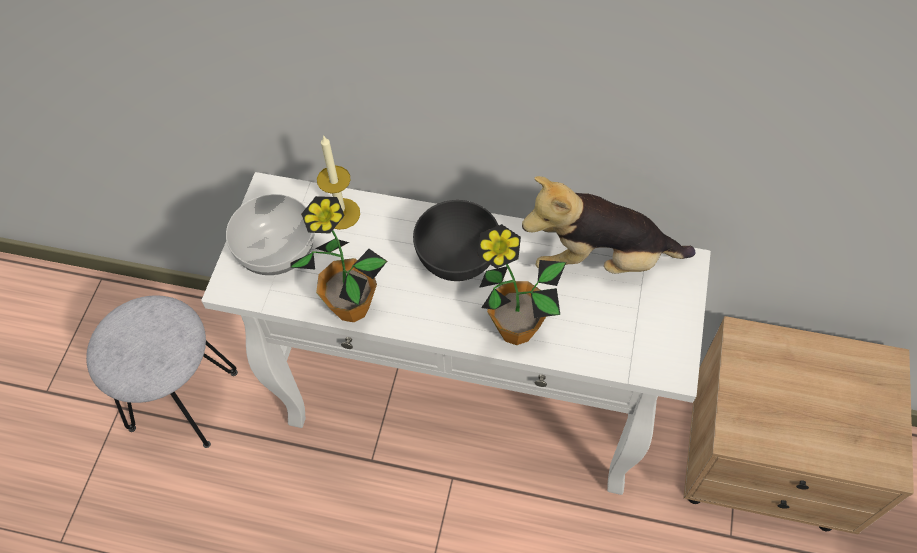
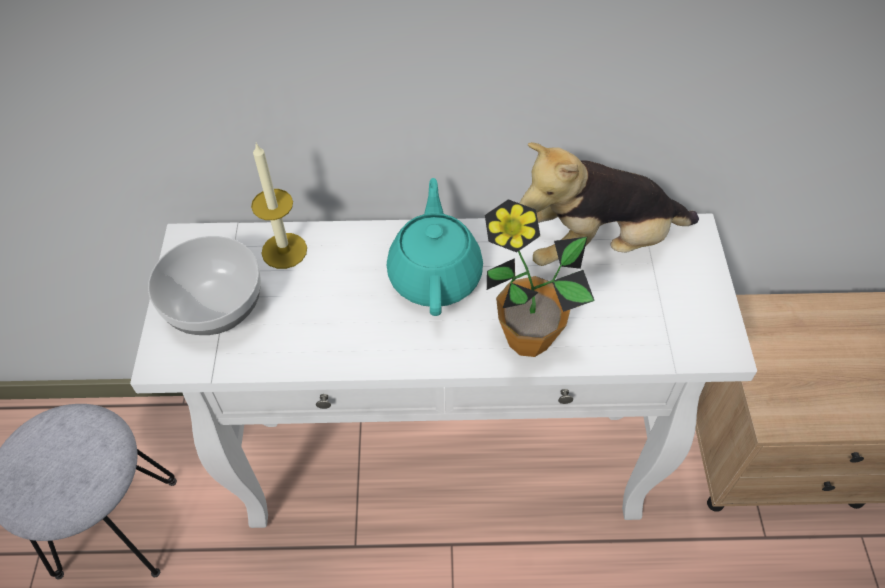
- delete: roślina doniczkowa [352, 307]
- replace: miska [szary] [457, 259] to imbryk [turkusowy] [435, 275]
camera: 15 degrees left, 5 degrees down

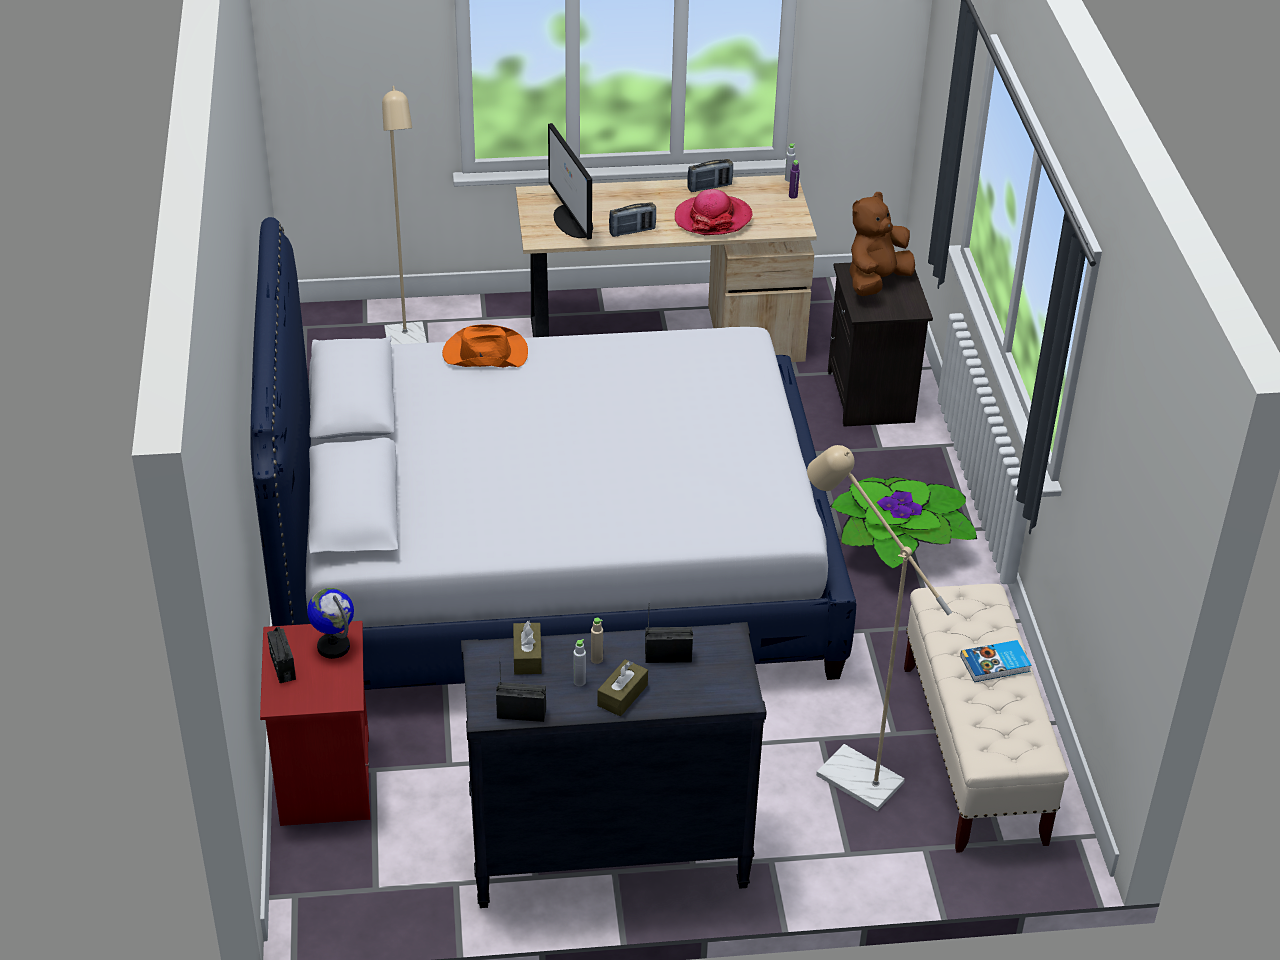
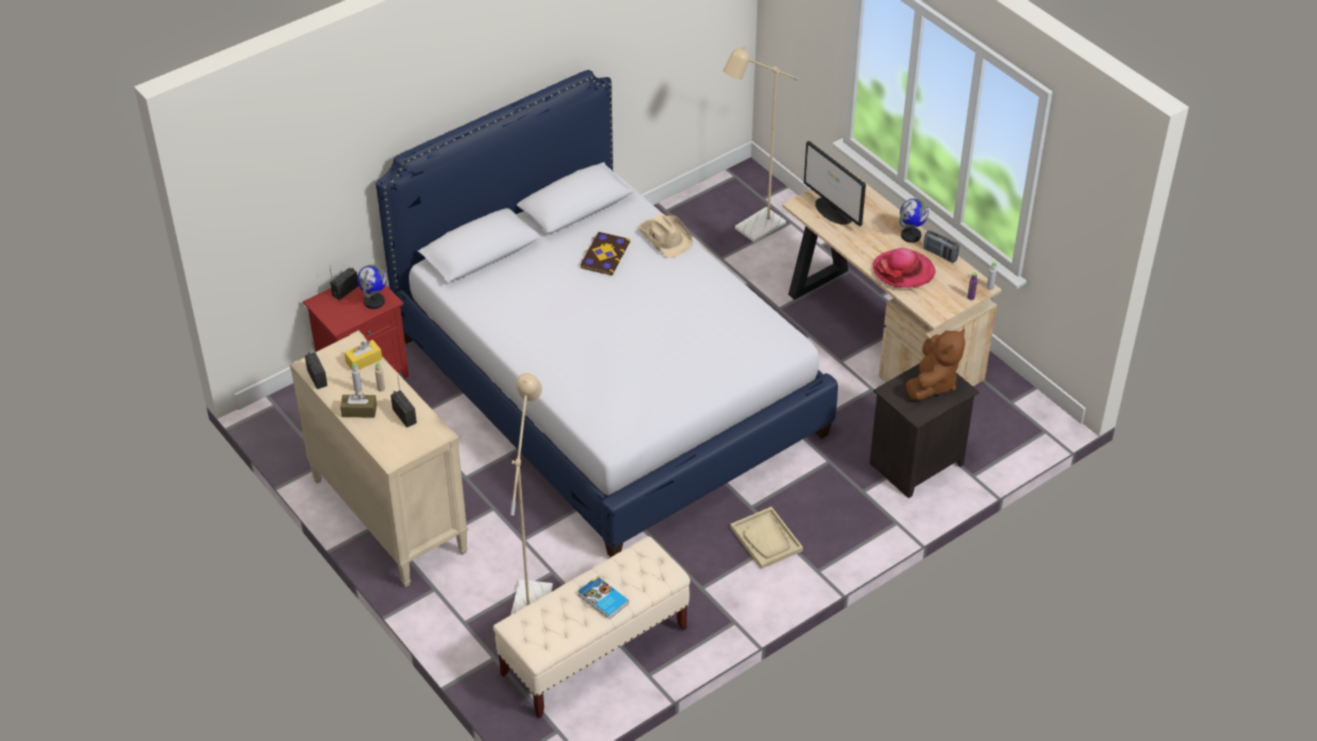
- rotate: monitor [573, 222] = [834, 211] 75 degrees counterclockwise
- rotate: pluszak [brązowy] [876, 281] = [932, 383] 105 degrees clockwise
- delete: radio [632, 231]
- recolor: kapelusz [pomarańczowy] [484, 353] to kapelusz [beżowy] [665, 237]
- replace: roślina doniczkowa [897, 546] to taca [beżowy] [766, 539]
- recolor: pudełko chusteczek [brązowy] [527, 656] to pudełko chusteczek [żółty] [364, 360]
- recolor: komoda [czarny] [607, 856] to komoda [beżowy] [388, 516]
- insert: globus [911, 236]
- insert: książka [604, 255]
camera: 60 degrees right, 5 degrees up

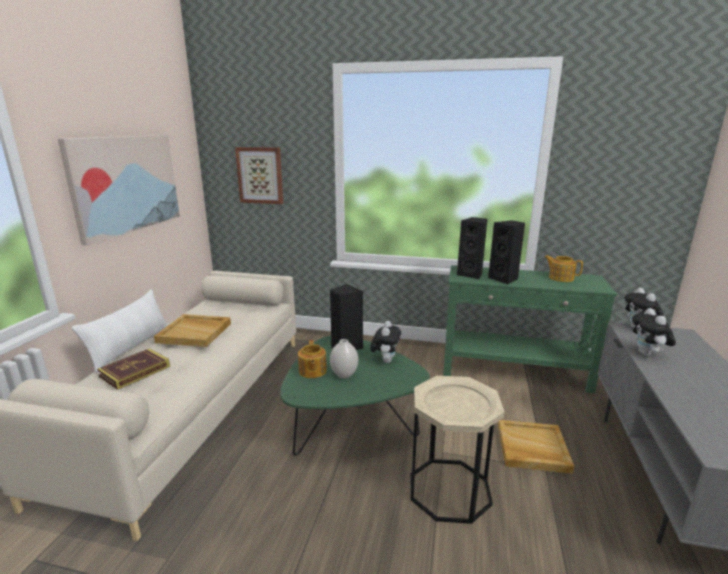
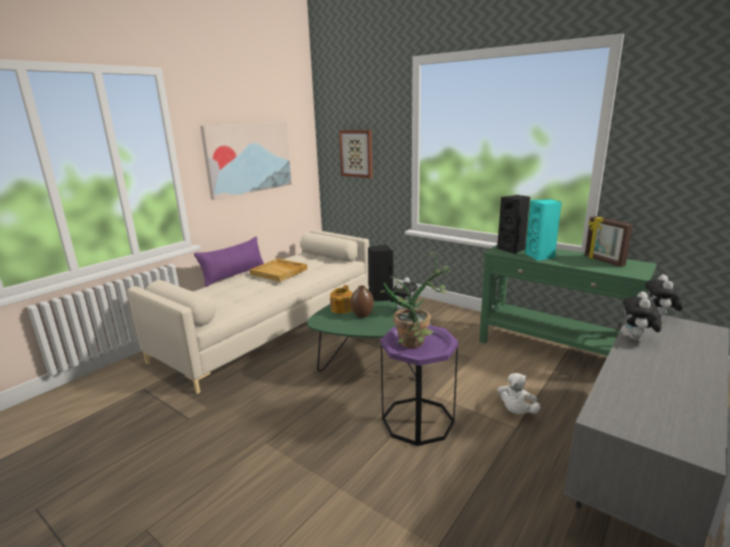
- recolor: głośnik [czarny] [504, 279] to głośnik [turkusowy] [540, 256]
- replace: imbryk [560, 278] to ramka na zdjęcie [603, 261]
- recolor: poduszka [biały] [130, 347] to poduszka [fioletowy] [234, 275]
- recolor: wazon [biały] [344, 375] to wazon [brązowy] [362, 315]
- delete: książka [135, 371]
- recolor: stolik [beżowy] [449, 489] to stolik [fioletowy] [417, 420]
- replace: taca [beżowy] [532, 448] to pluszak [biały] [516, 411]
- insert: roślina doniczkowa [418, 344]
camera: 25 degrees right, 0 degrees up

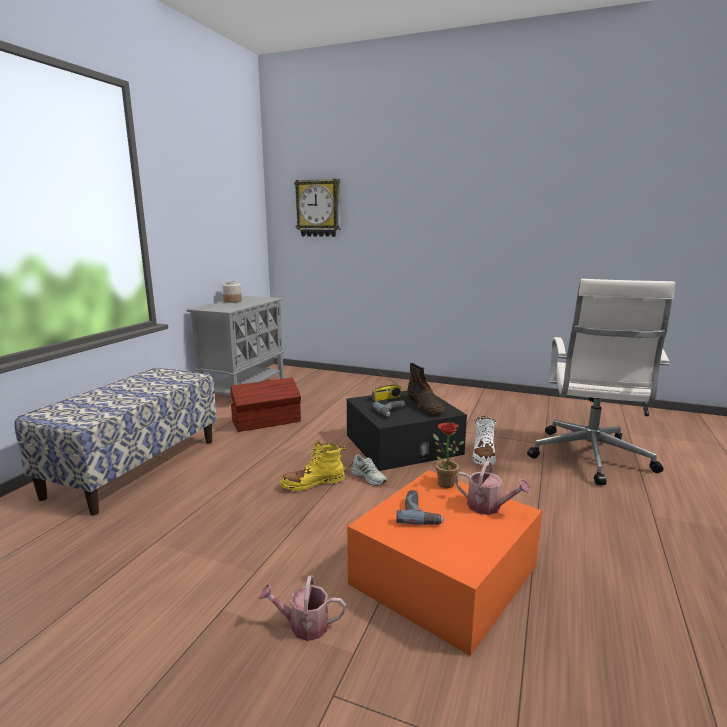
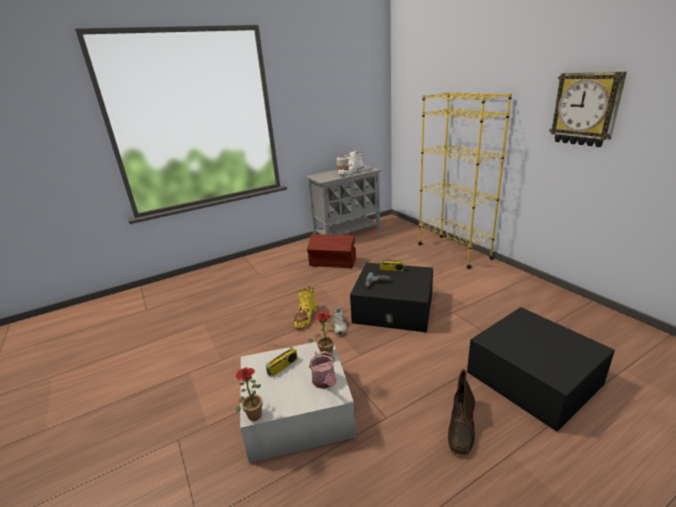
- move: zegar ścienny [319, 208] to [585, 109]
- replace: krzesło biurowe [biały] [589, 458] to pojemnik do przechowywania [czarny] [533, 378]
- move: but z cholewką [brązowy] [425, 406] to [461, 427]
- delete: ławka [135, 467]
- move: but z cholewką [biały] [483, 456] to [351, 172]
- rotate: but z cholewką [żółty] [313, 483] = [305, 317] 90 degrees counterclockwise
- recolor: pojemnik do przechowywania [pomarańczowy] [444, 575] to pojemnik do przechowywania [biały] [297, 411]
- replace: wiertarka [420, 513] to radio [283, 367]
- delete: konewka [303, 625]
- insert: regał [żółty] [453, 251]
- insert: roślina doniczkowa [253, 413]
camera: 40 degrees right, 10 degrees up

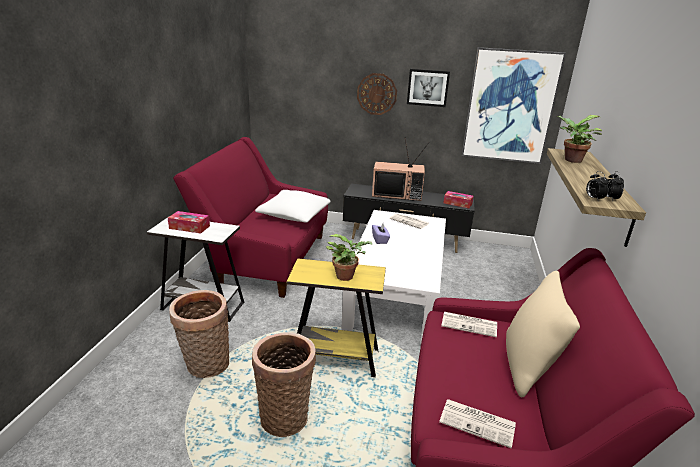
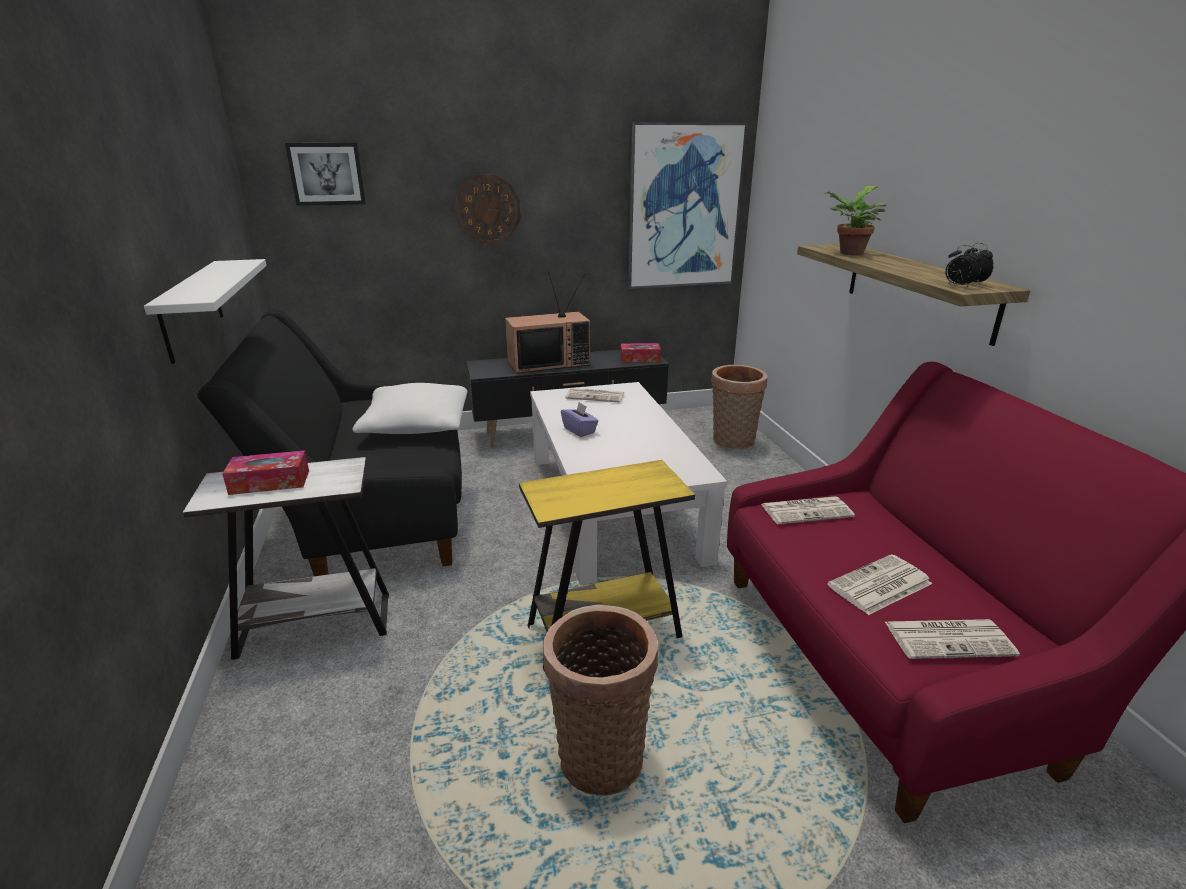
- move: obraz [428, 87] to [327, 174]
- recolor: kanapa [czerwony] [266, 258] to kanapa [czarny] [373, 512]
- delete: roślina doniczkowa [347, 276]
- delete: poduszka [beżowy] [528, 367]
- move: koszyk [205, 365] to [732, 442]
- insert: półka [biały] [191, 309]
- insert: gazeta [879, 585]
camera: 25 degrees left, 0 degrees up

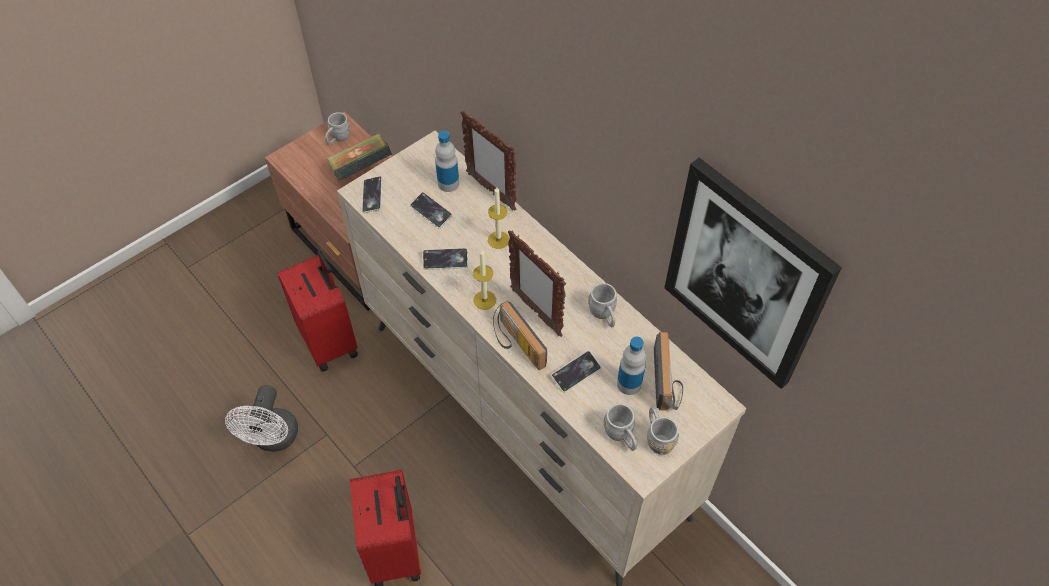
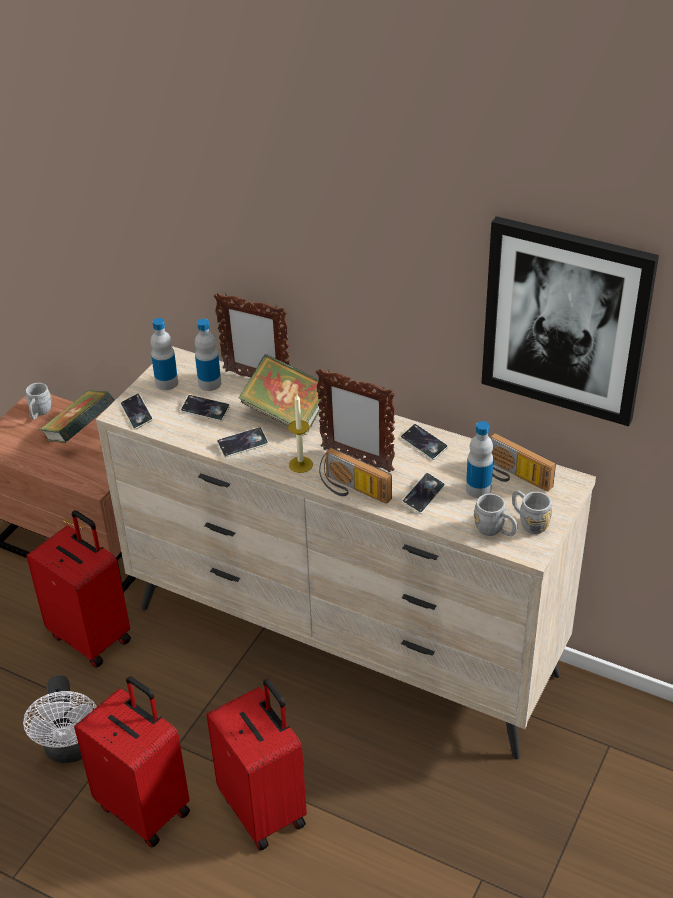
- replace: świeca [498, 240] to książka [286, 414]
- replace: kubek [szary] [604, 315] to telefon [424, 444]
- rotate: radio [668, 381] = [513, 477] 150 degrees clockwise
- insert: butelka [166, 383]
- insert: walizka [czerwony] [145, 807]
camera: 20 degrees left, 15 degrees down

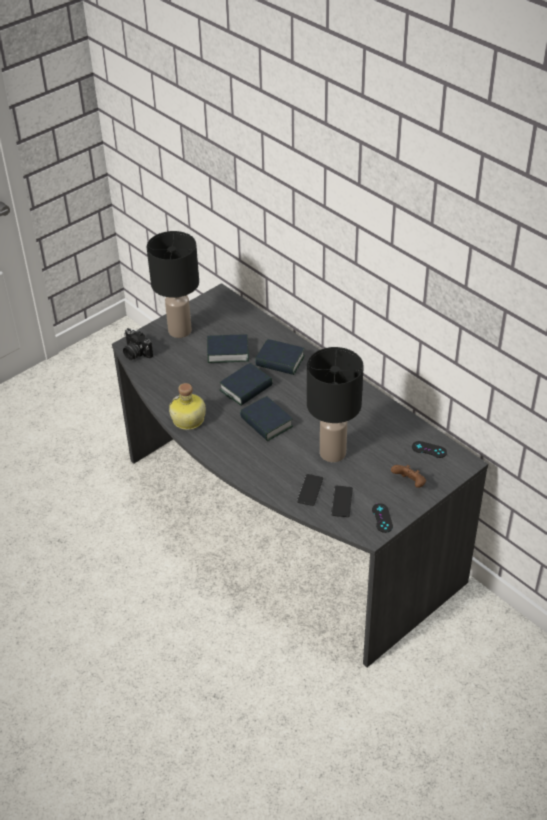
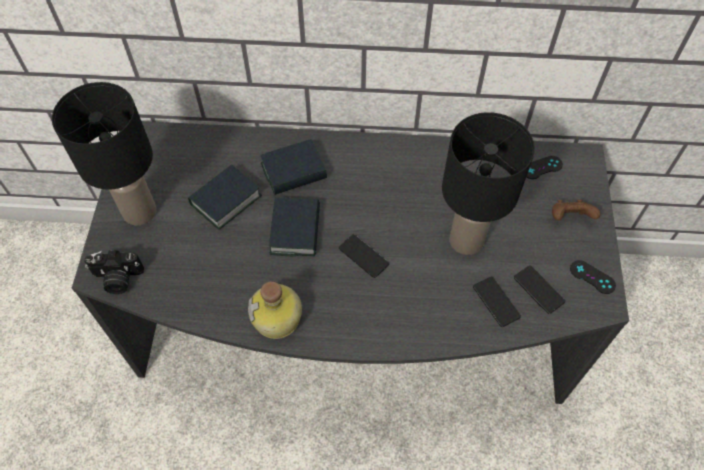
- replace: książka [266, 423] to telefon [363, 256]
camera: 45 degrees left, 15 degrees up

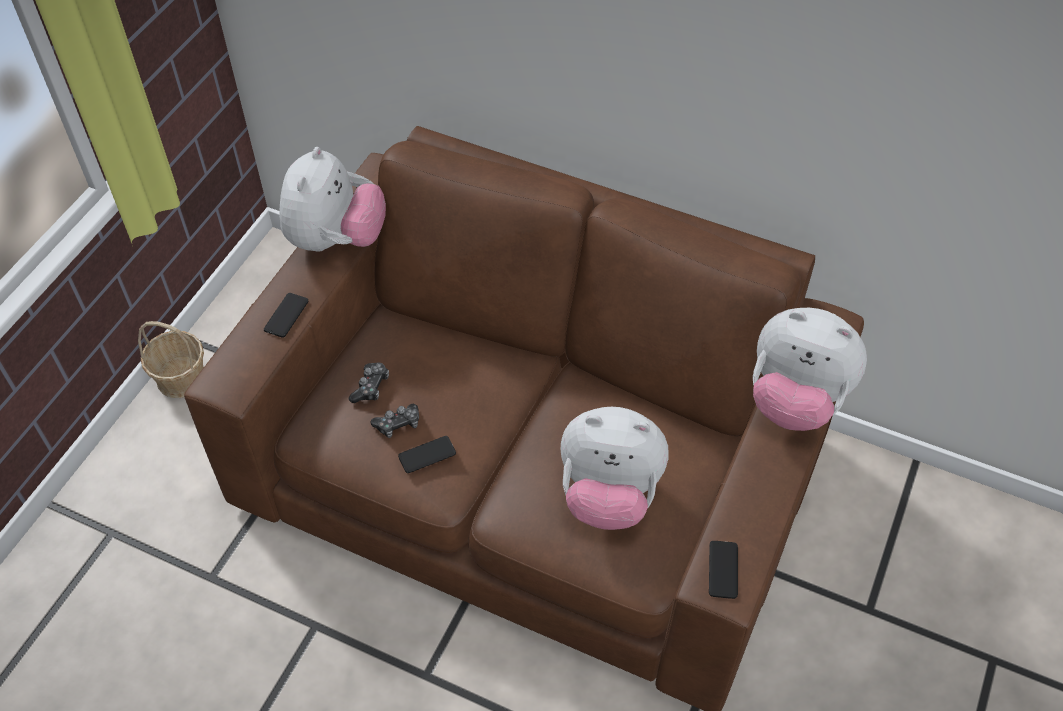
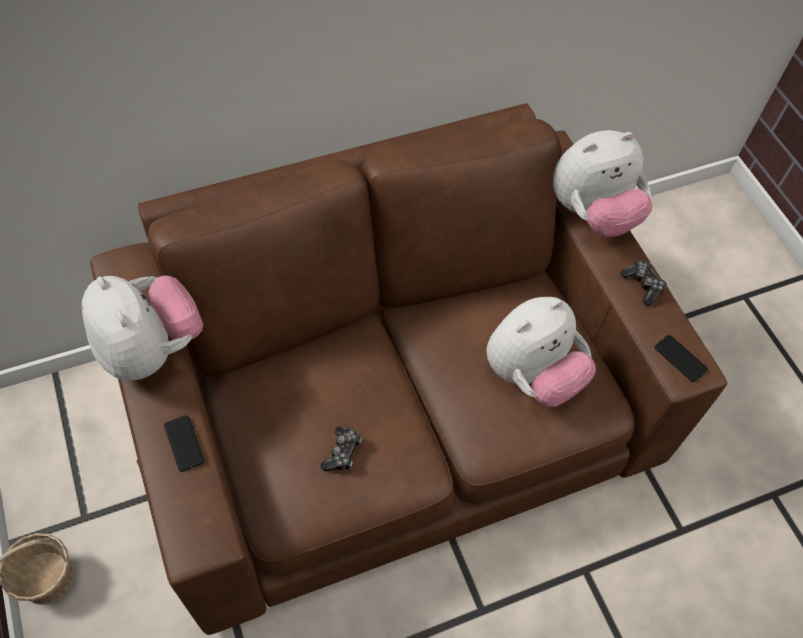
- move: pad do gier [371, 387] to [643, 285]
- delete: telefon [427, 455]
camera: 50 degrees left, 5 degrees up

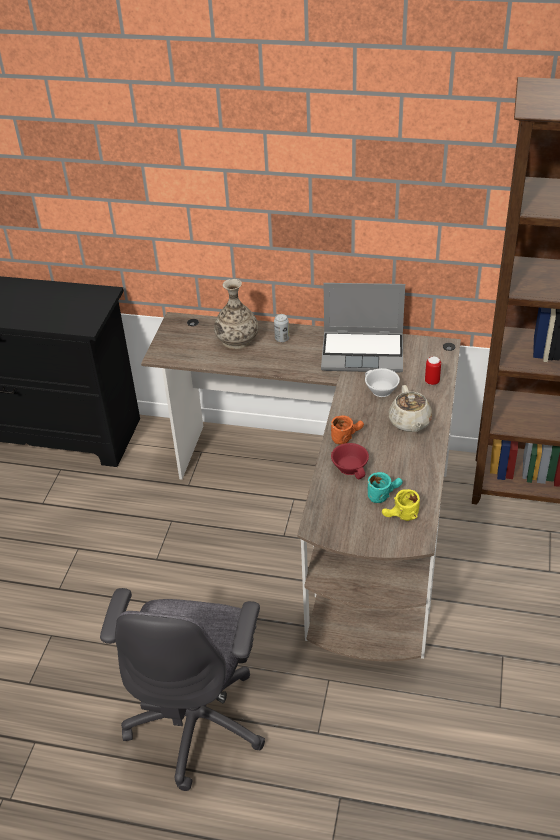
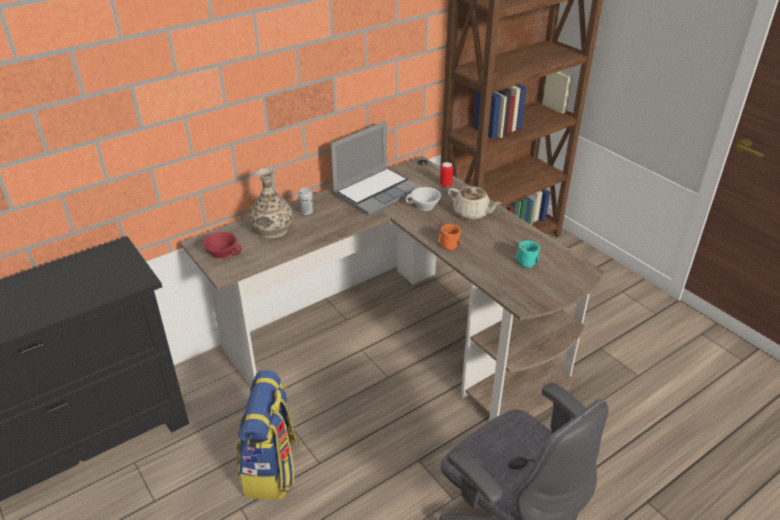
- move: filiżanka [czerwony] [351, 467] to [223, 252]
- delete: kubek [żółty] [400, 517]
- insert: plecak [272, 469]
camera: 50 degrees left, 5 degrees down

